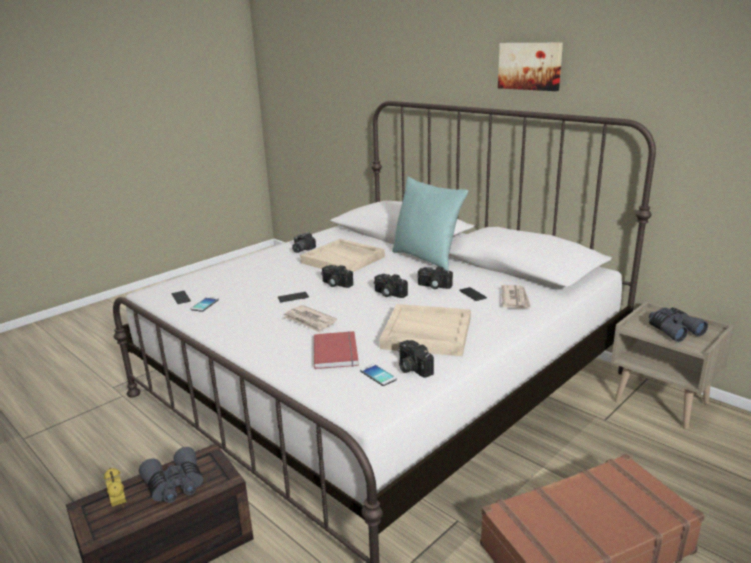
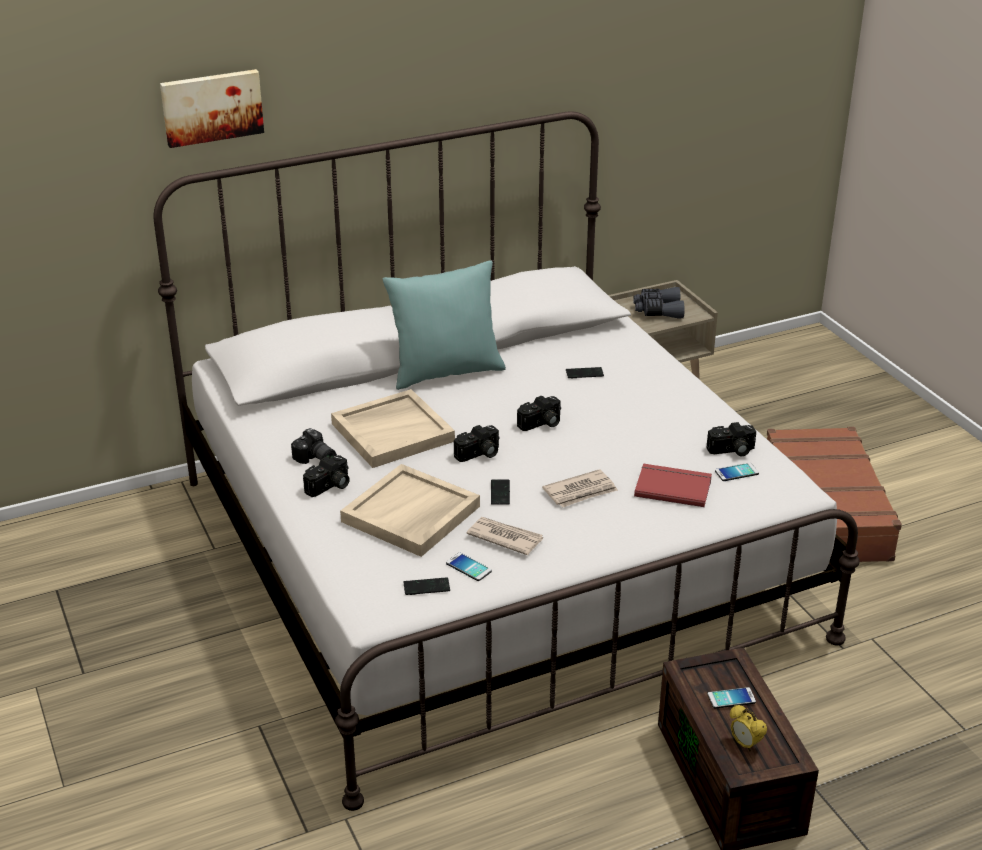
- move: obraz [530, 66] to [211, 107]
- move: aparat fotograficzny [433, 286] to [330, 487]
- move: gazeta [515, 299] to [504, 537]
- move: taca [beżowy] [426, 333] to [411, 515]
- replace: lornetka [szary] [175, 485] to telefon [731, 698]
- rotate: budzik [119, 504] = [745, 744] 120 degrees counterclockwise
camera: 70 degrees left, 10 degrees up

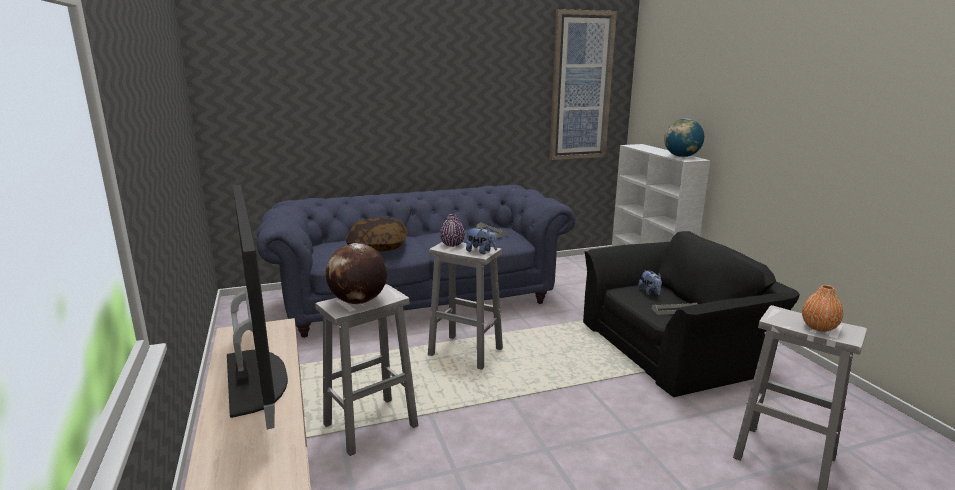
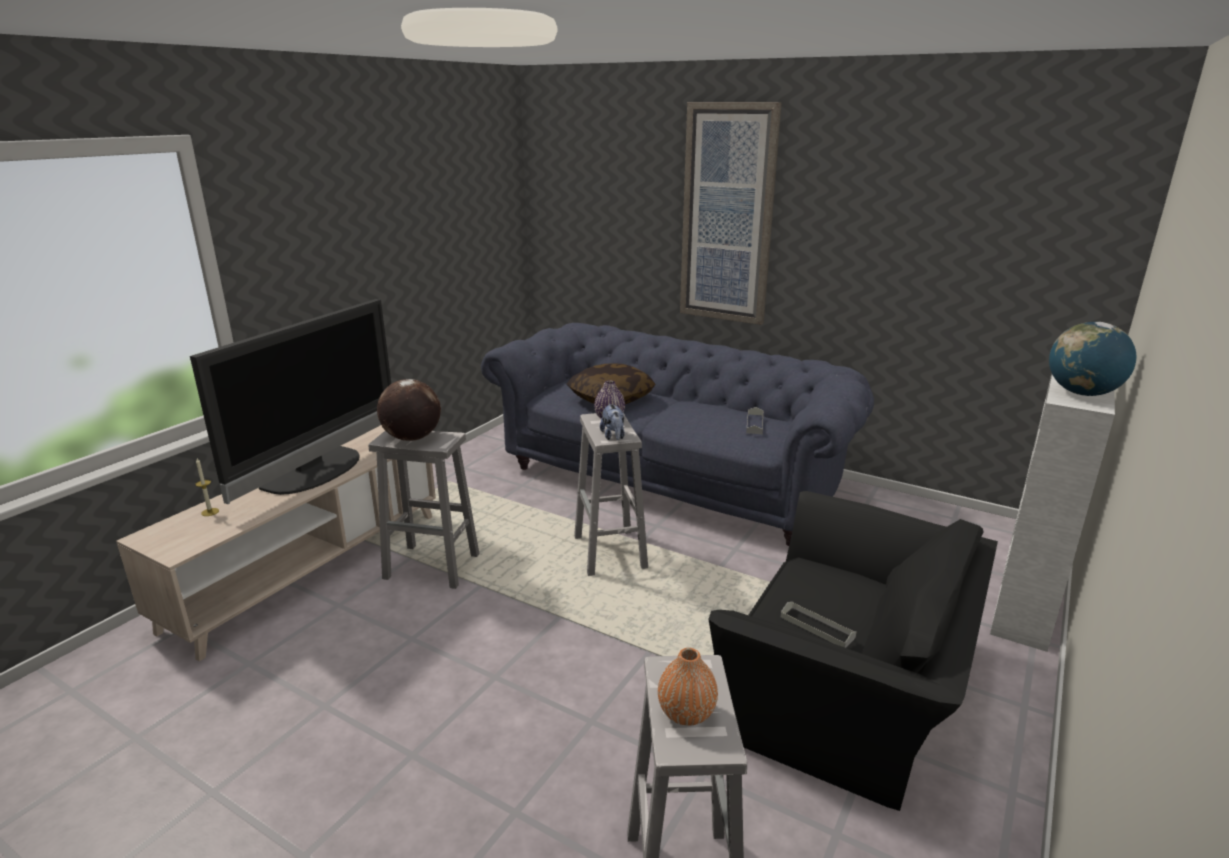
- move: obraz [580, 87] to [728, 215]
- delete: pluszak [650, 293]
- insert: świeca [210, 512]
camera: 50 degrees right, 5 degrees up

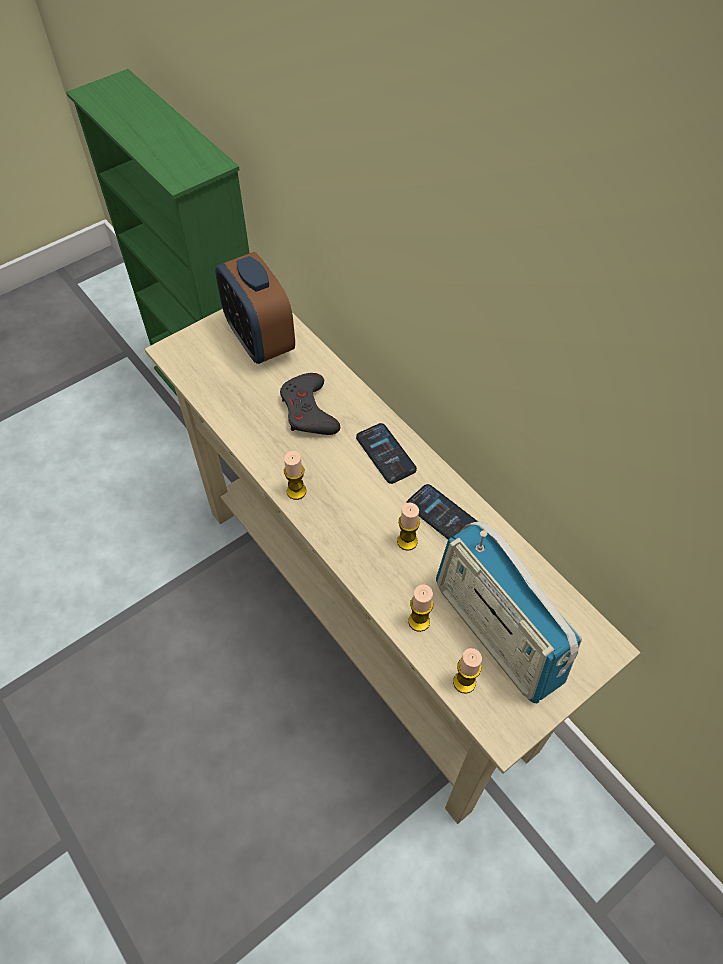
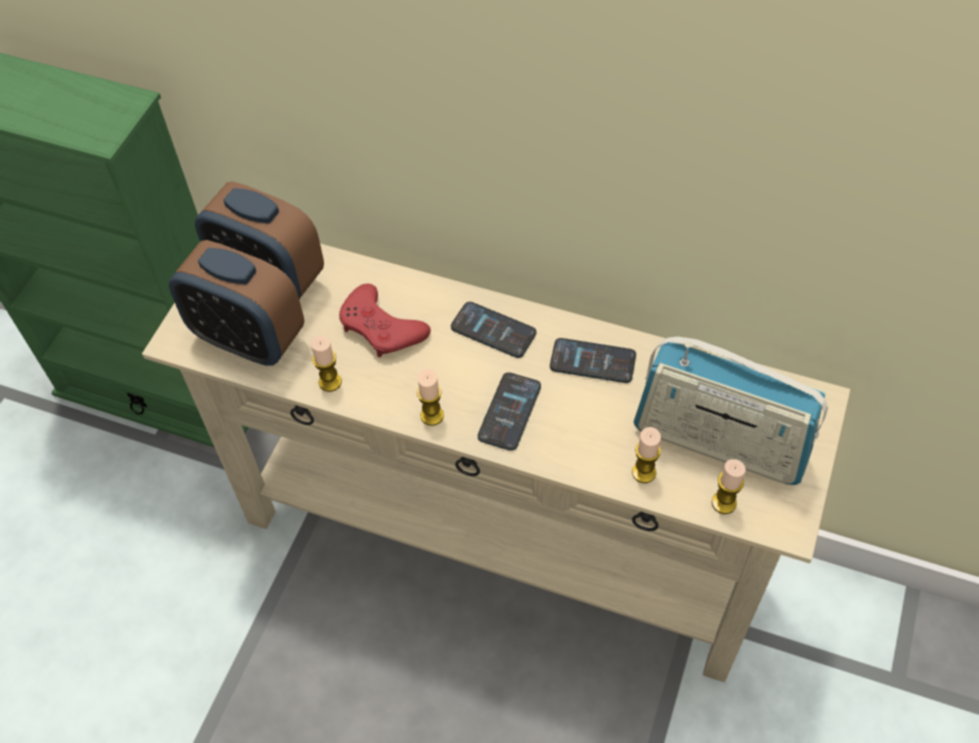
- recolor: pad do gier [szary] [309, 411] to pad do gier [czerwony] [381, 328]
- move: świeca [407, 541] to [330, 382]
- insert: budzik [249, 339]
- insert: telefon [509, 412]
camera: 30 degrees left, 0 degrees up

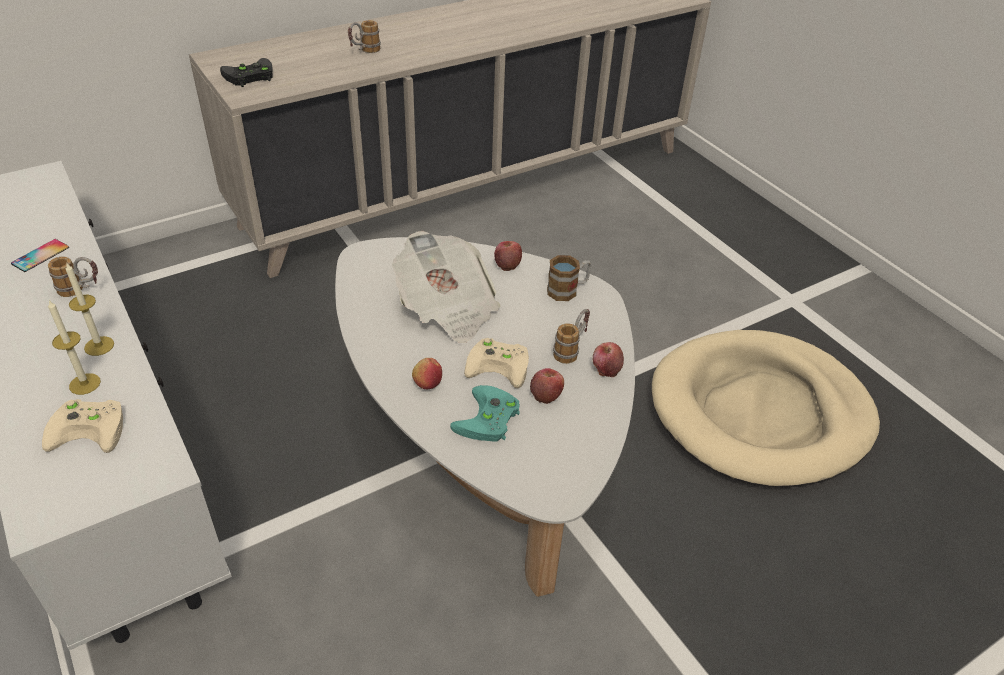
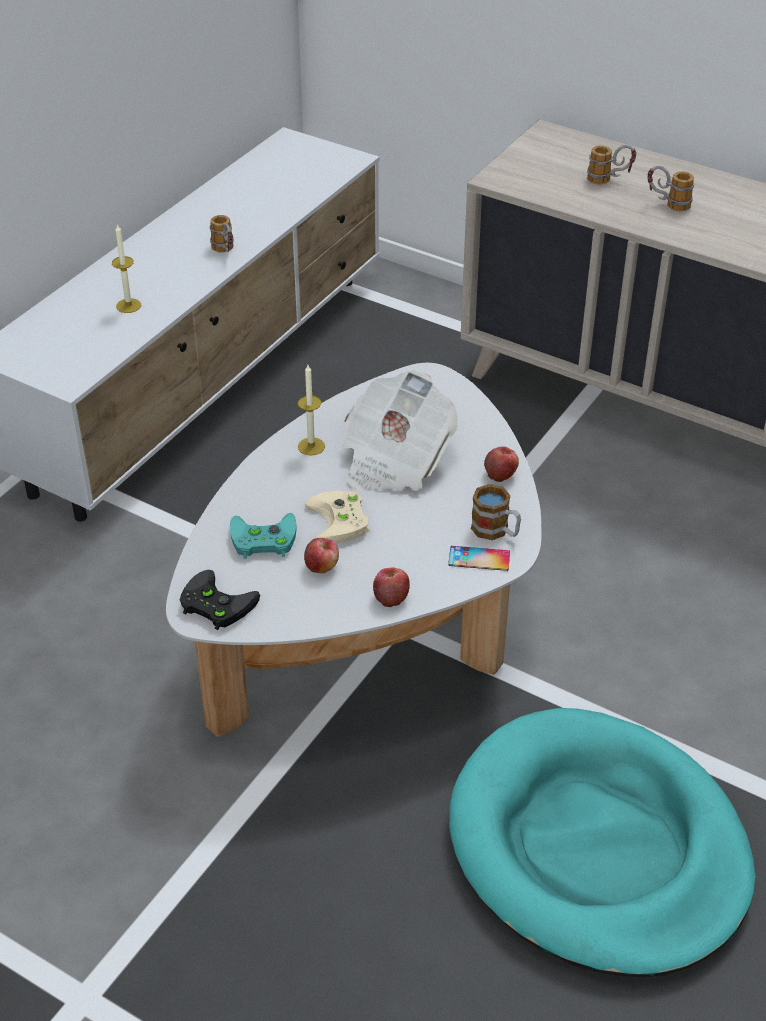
- move: pad do gier [czarny] [248, 77] to [214, 604]
- move: telefon [40, 255] to [479, 558]
- move: świeca [99, 346] to [311, 446]
- move: kubek [571, 349] to [609, 180]
- recolor: legowisko [beżowy] [760, 413] to legowisko [turkusowy] [597, 848]
- delete: jabłko [427, 382]
- delete: pad do gier [beżowy] [91, 428]
camera: 65 degrees right, 0 degrees up

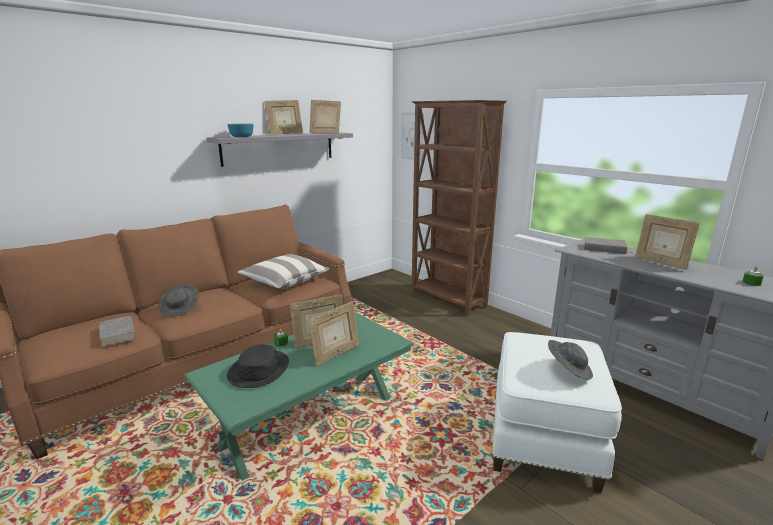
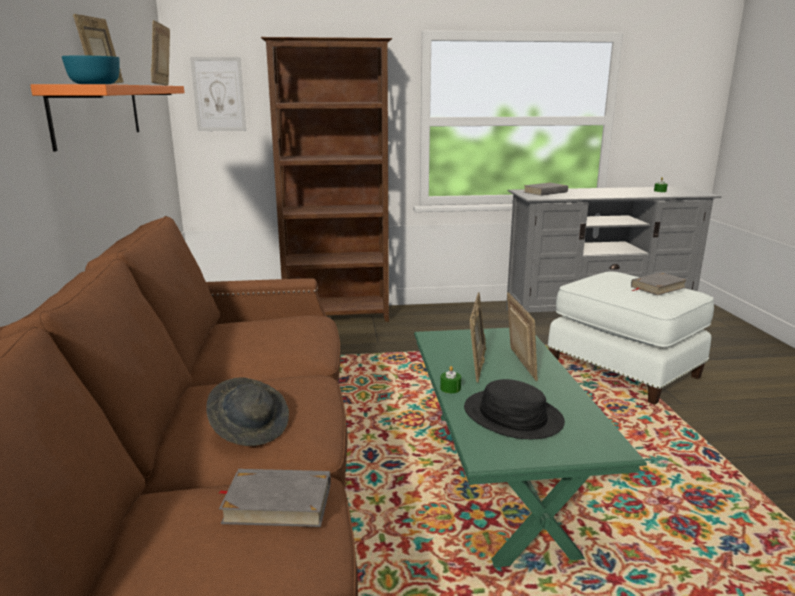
- recolor: półka [szary] [279, 148] to półka [pomarańczowy] [99, 113]
- delete: ramka na zdjęcie [660, 263]
- delete: poduszka [285, 281]
- replace: kapelusz [szary] [568, 369] to książka [szary] [657, 287]
camera: 55 degrees left, 0 degrees up

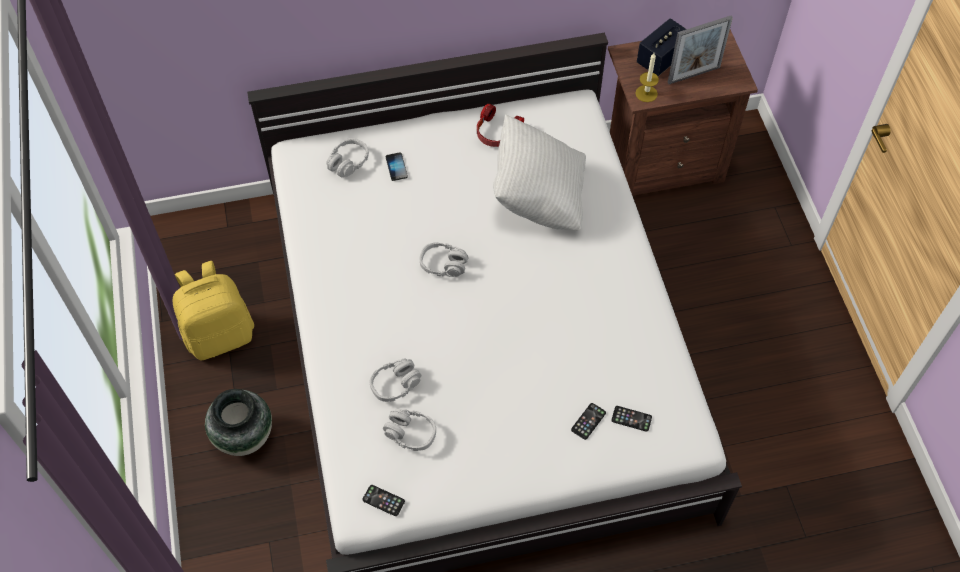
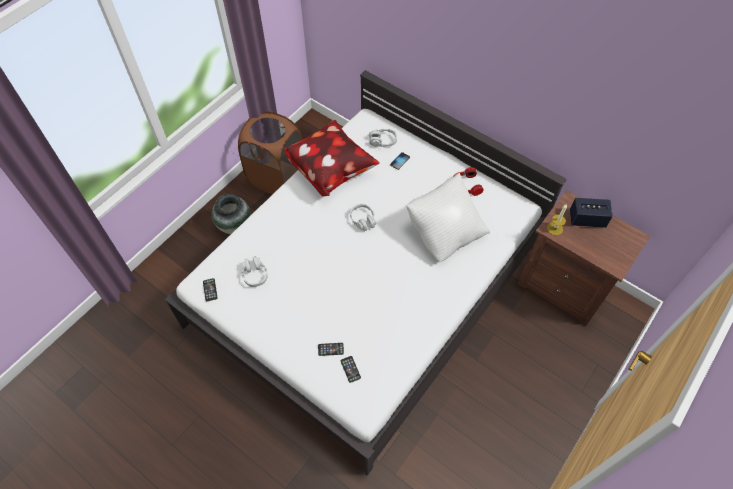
- delete: ramka na zdjęcie [693, 75]
- replace: plecak [żółty] [220, 334] to kosz na pranie [brązowy] [277, 178]
- delete: słuchawki [szary] [395, 384]
- insert: poduszka [331, 170]
camera: 50 degrees right, 0 degrees up

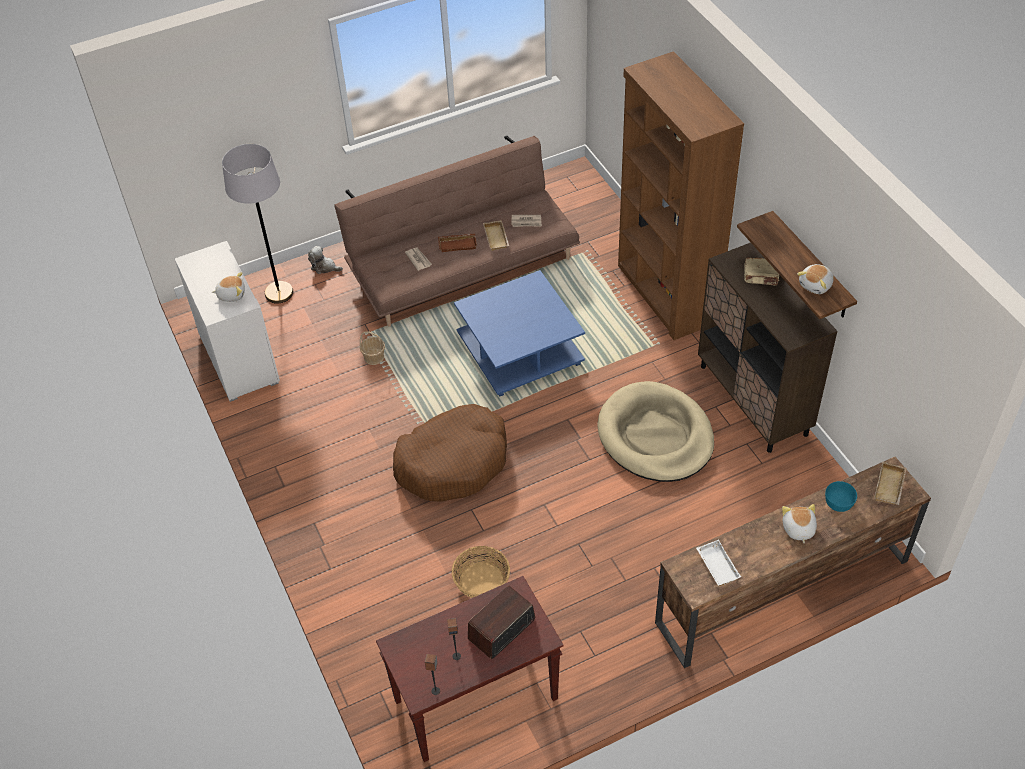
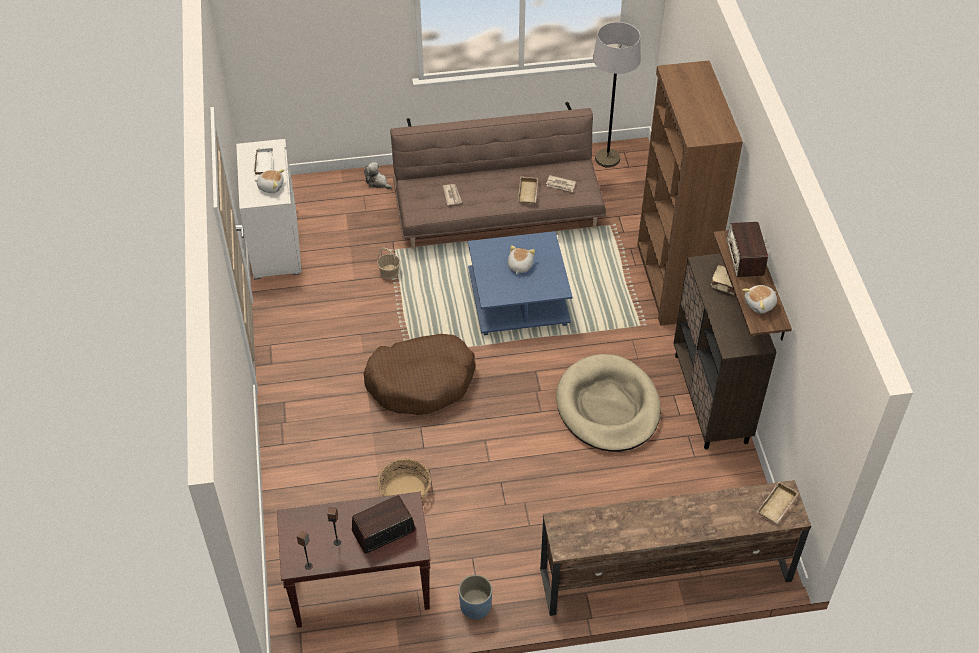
- move: lampa stojąca [szary] [279, 293] to [607, 159]
- delete: taca [brązowy] [458, 244]
- delete: miska [turkusowy] [838, 503]
- move: pluszak [798, 529] to [519, 266]
- move: taca [biały] [716, 565] to [262, 163]
- insert: radio [745, 258]
- insert: donica [niebieski] [475, 606]
camera: 15 degrees right, 0 degrees up

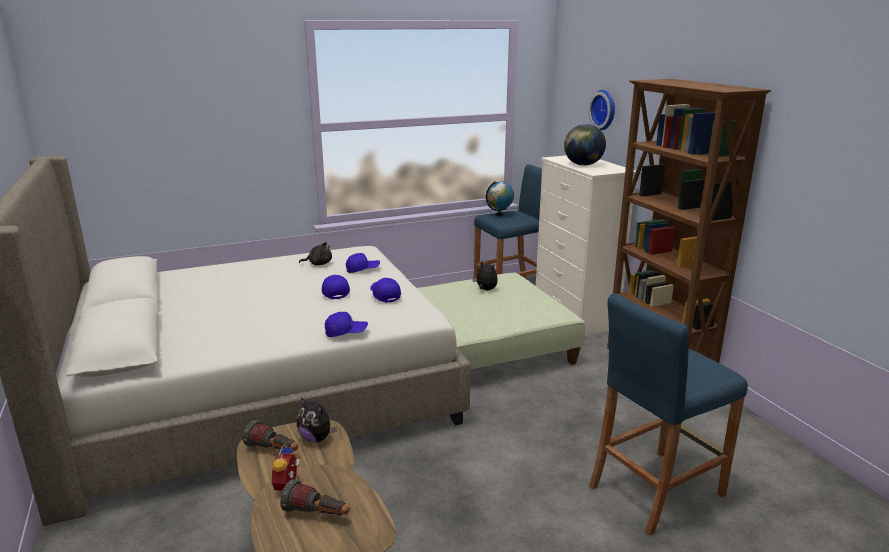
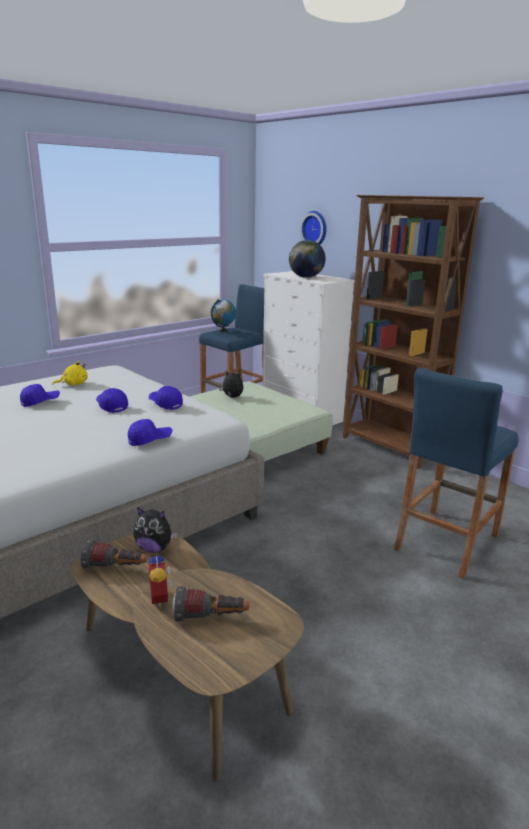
- recolor: pluszak [czarny] [318, 264] to pluszak [żółty] [73, 384]
- move: czapka z daszkiem [niebieski] [362, 269] to [40, 402]
camera: 20 degrees left, 0 degrees up

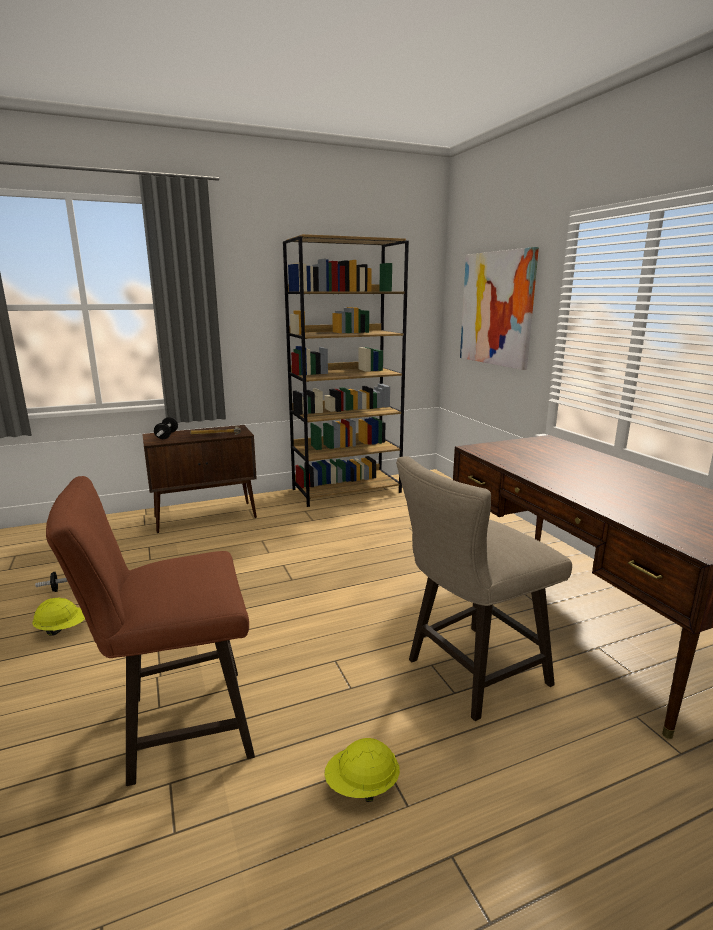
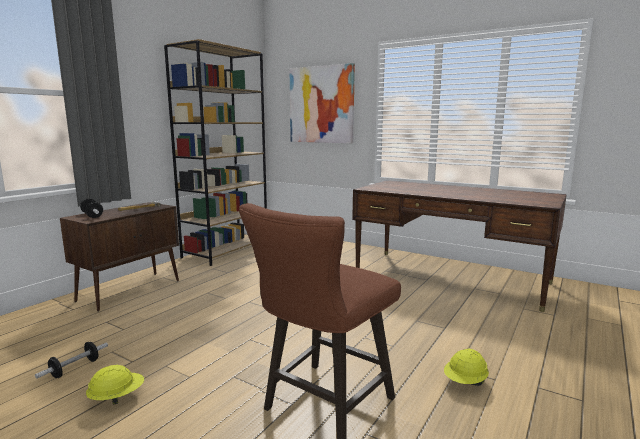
- delete: stołek [beżowy] [469, 674]
camera: 35 degrees left, 5 degrees down

